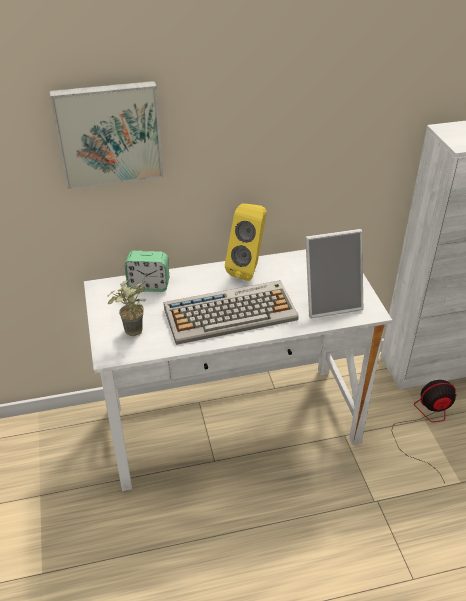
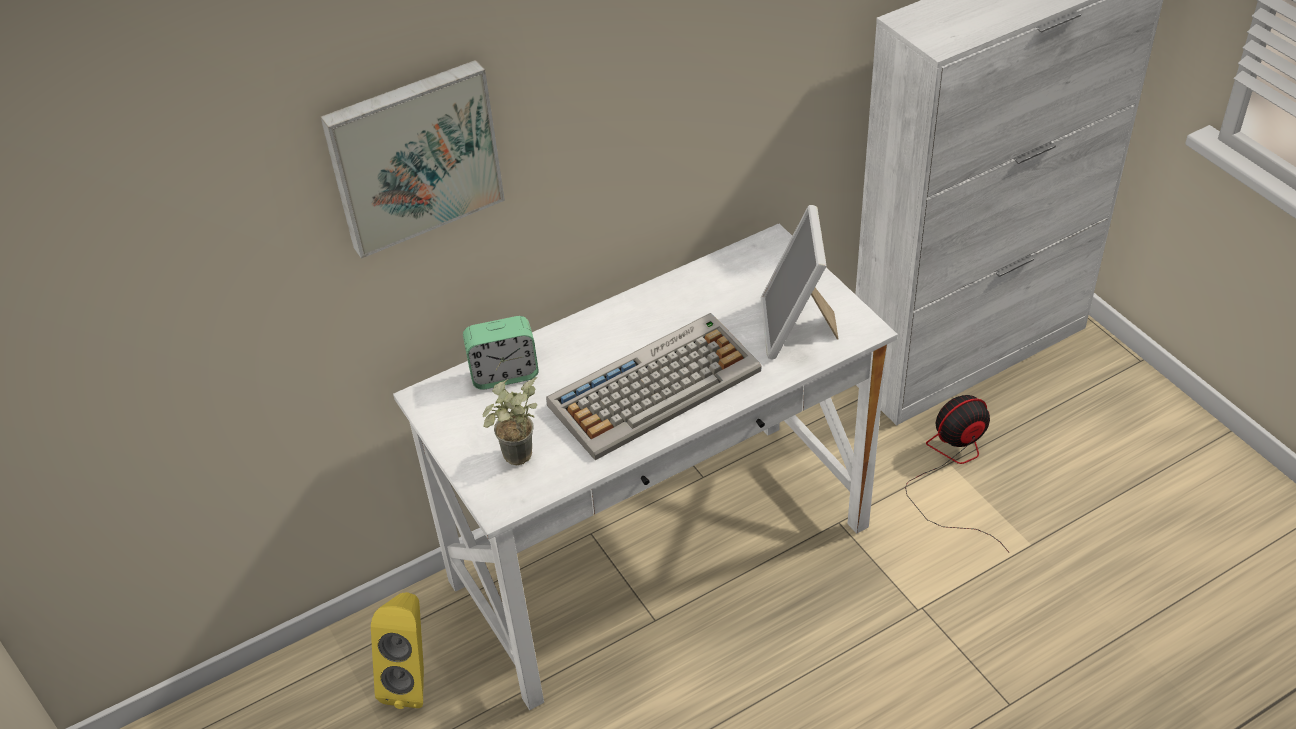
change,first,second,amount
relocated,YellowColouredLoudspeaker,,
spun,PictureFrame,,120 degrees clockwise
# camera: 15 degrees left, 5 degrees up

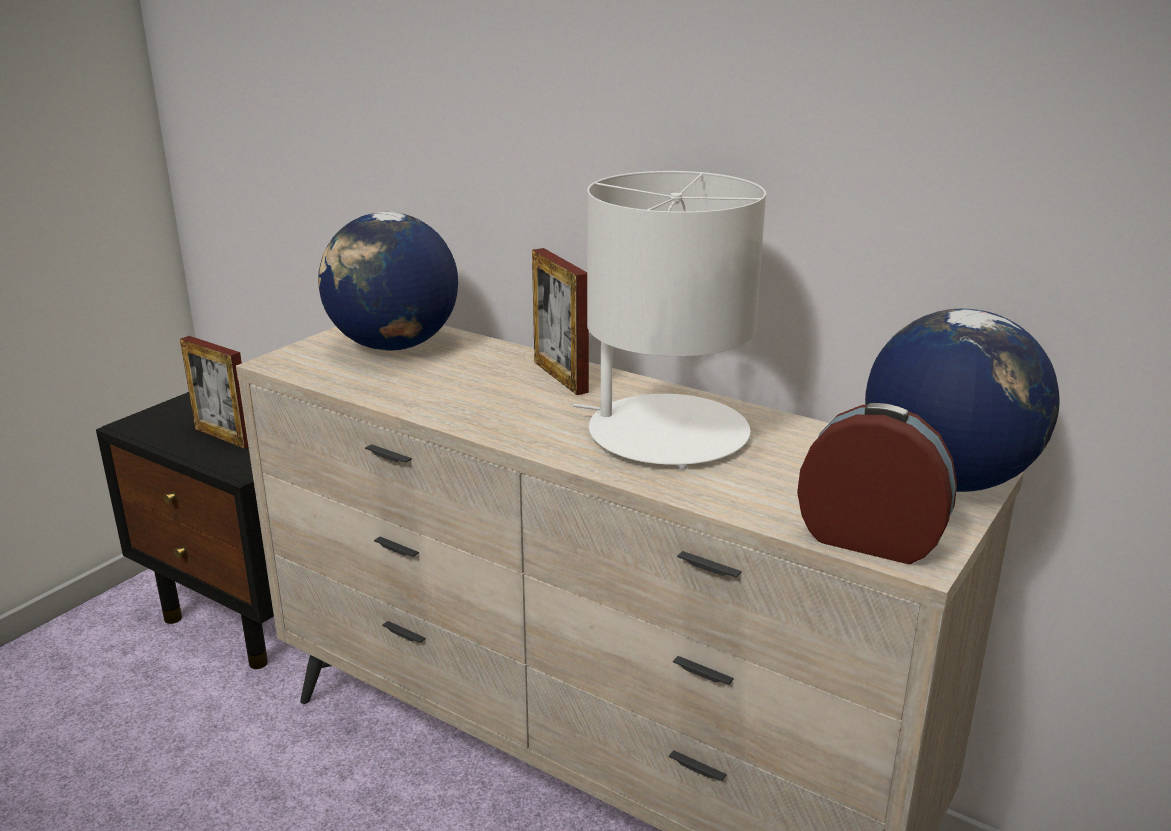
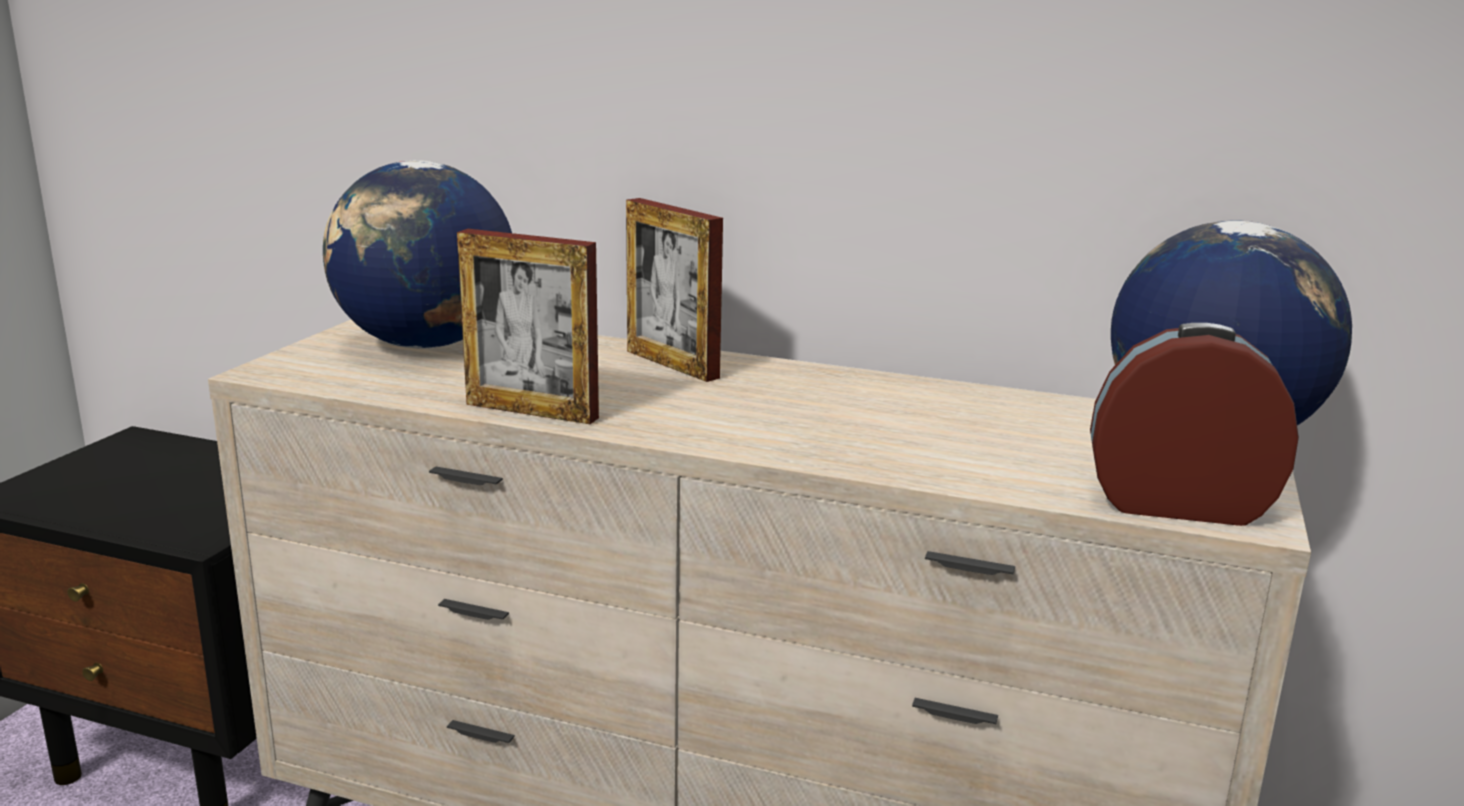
change,first,second,amount
relocated,PictureFrame (no. 1 from left),,
missing,WhiteColouredTabletopLamp,,
# camera: 15 degrees left, 5 degrees down

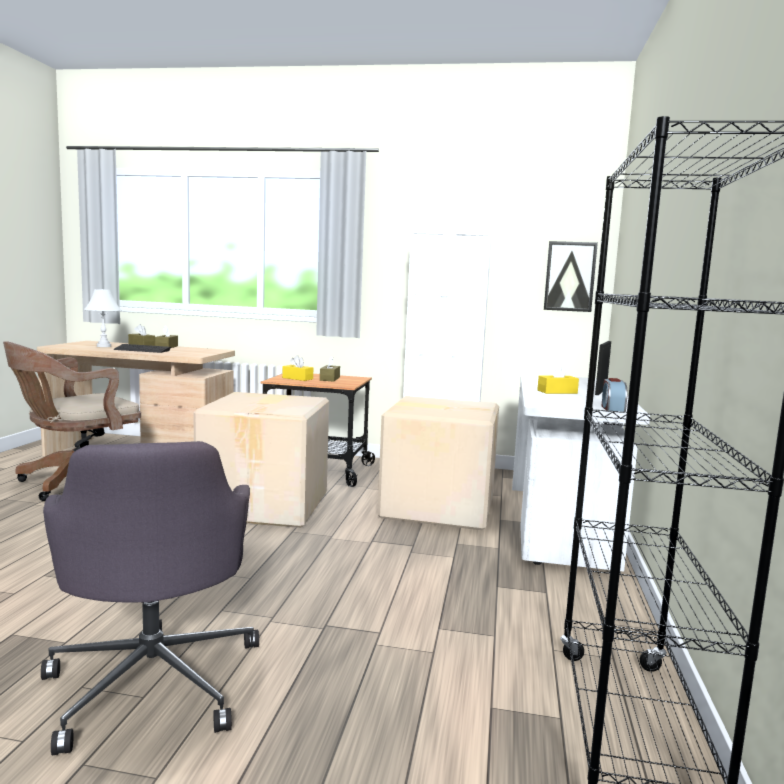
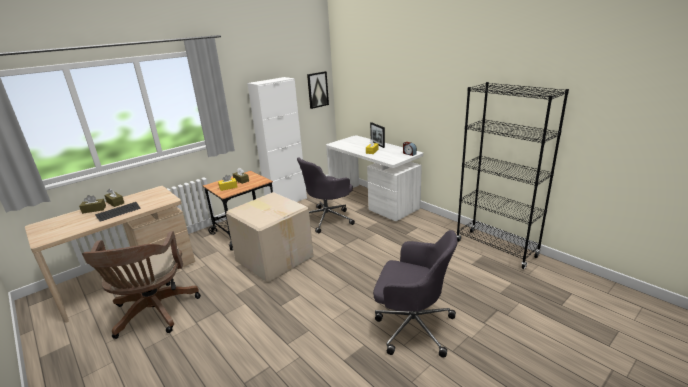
change,first,second,amount
missing,WhiteColouredTabletopLamp,,
exchanged,CardboardBox (no. 2 from left),GreyishComputerChair (no. 1 from left),
# camera: 50 degrees left, 15 degrees up

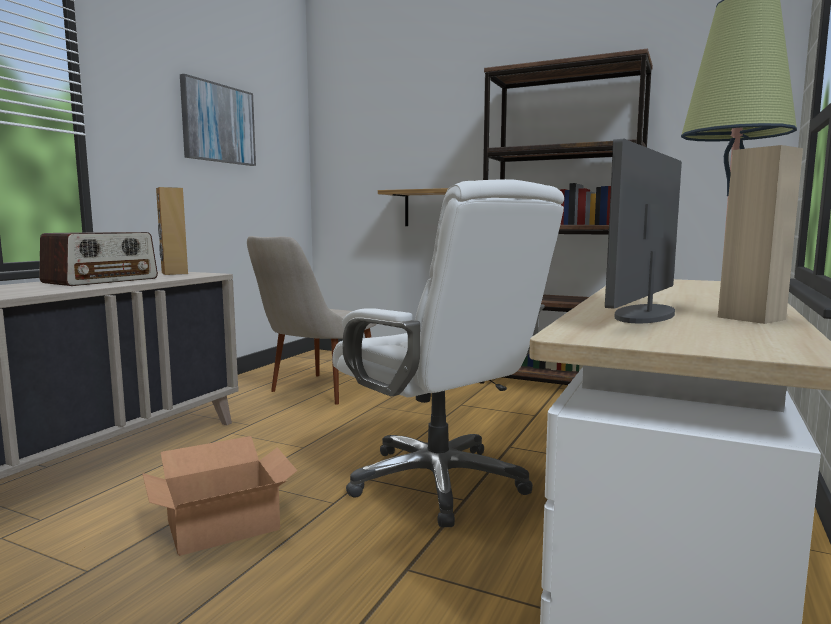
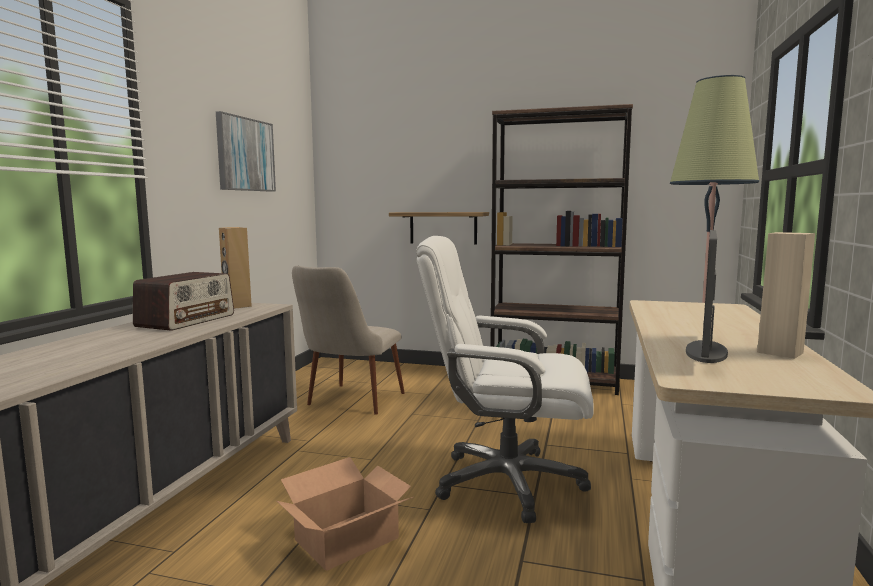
change,first,second,amount
spun,WhiteColouredComputerChair,,150 degrees clockwise
# camera: 10 degrees left, 0 degrees up

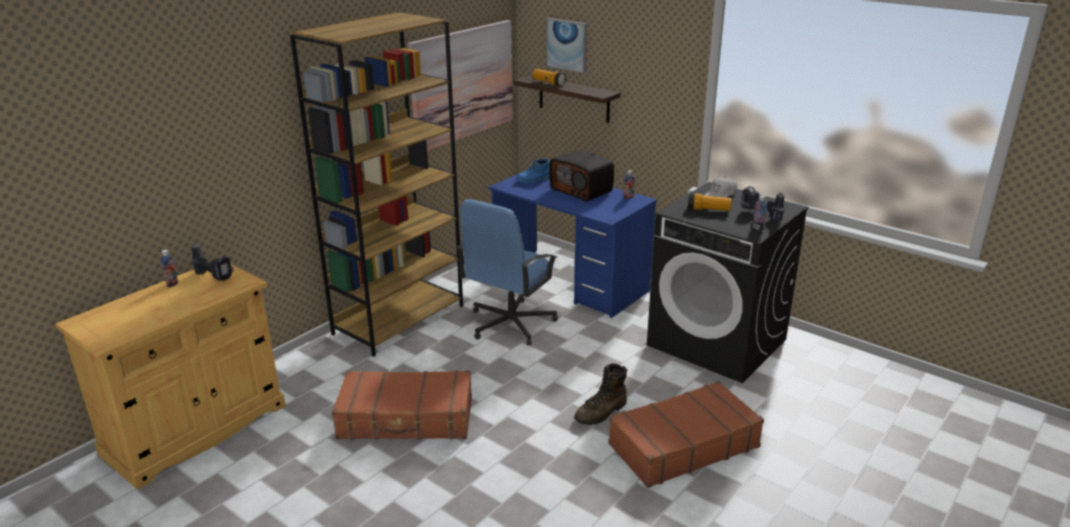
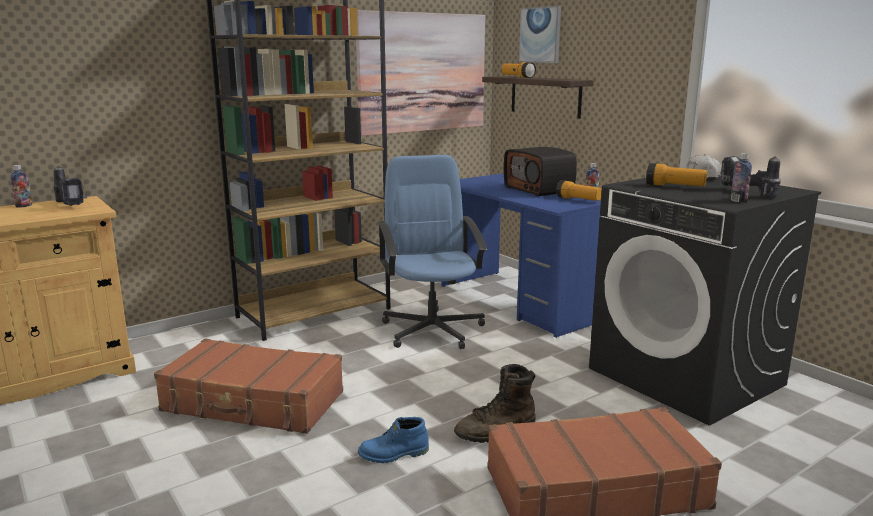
change,first,second,amount
spun,BluishComputerChair,,120 degrees clockwise
relocated,BluishTallBoot,,
appeared,,HandTorch (no. 2 from left),
# camera: 15 degrees right, 10 degrees down

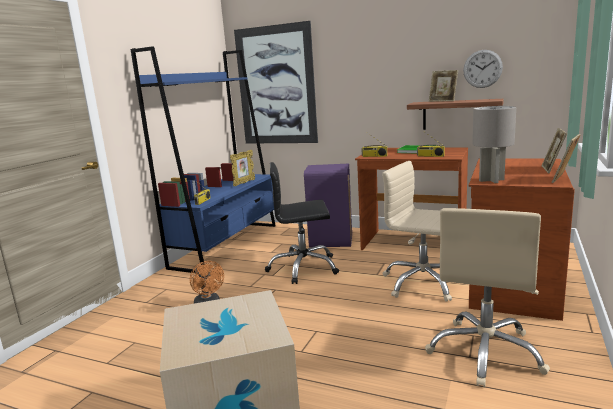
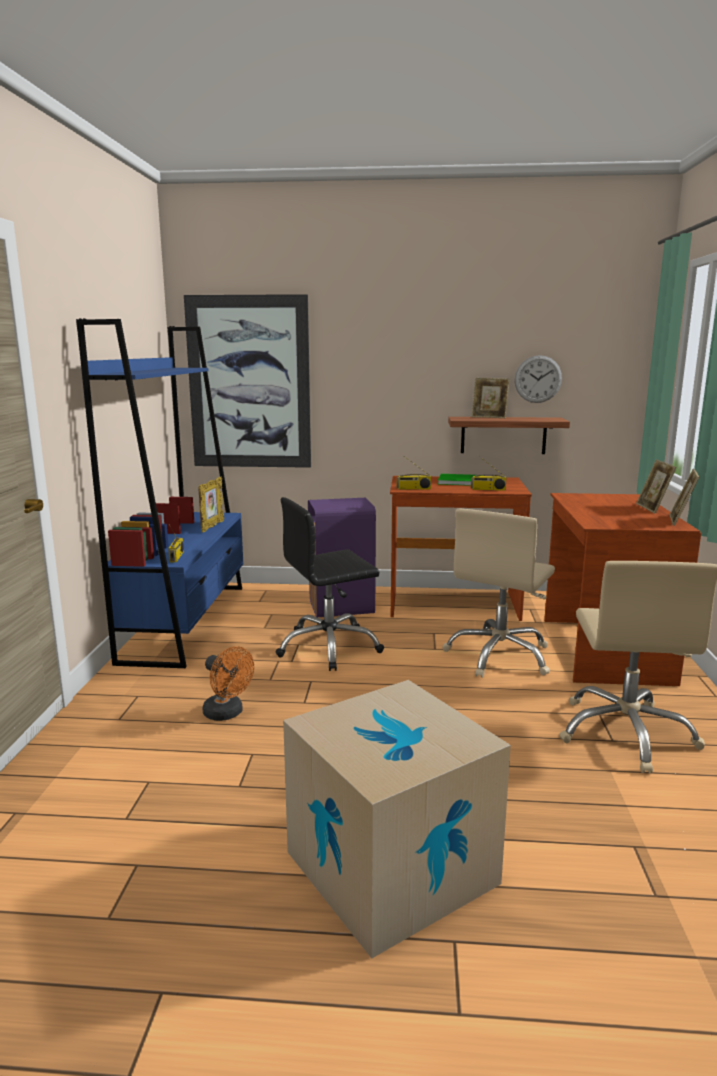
change,first,second,amount
spun,BeigeColouredComputerChair (no. 1 from left),,75 degrees counterclockwise
missing,GreyishTabletopLamp,,
# camera: 20 degrees left, 0 degrees up

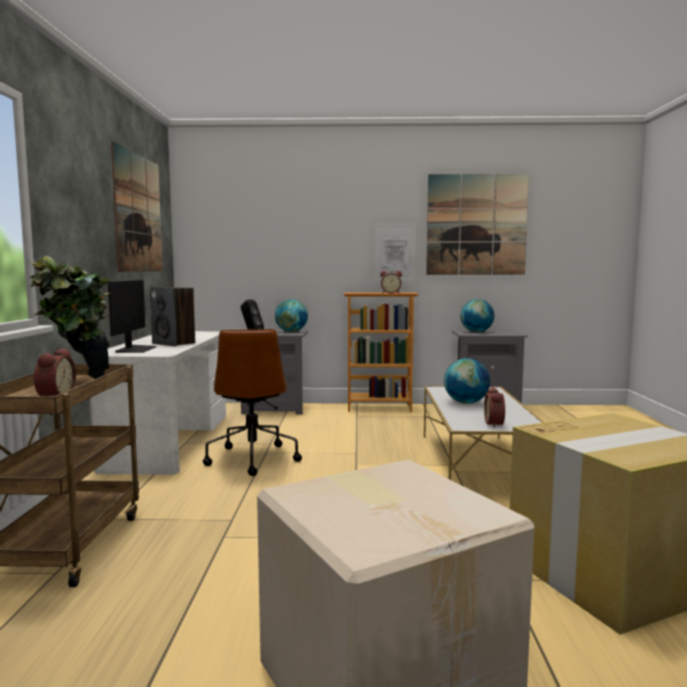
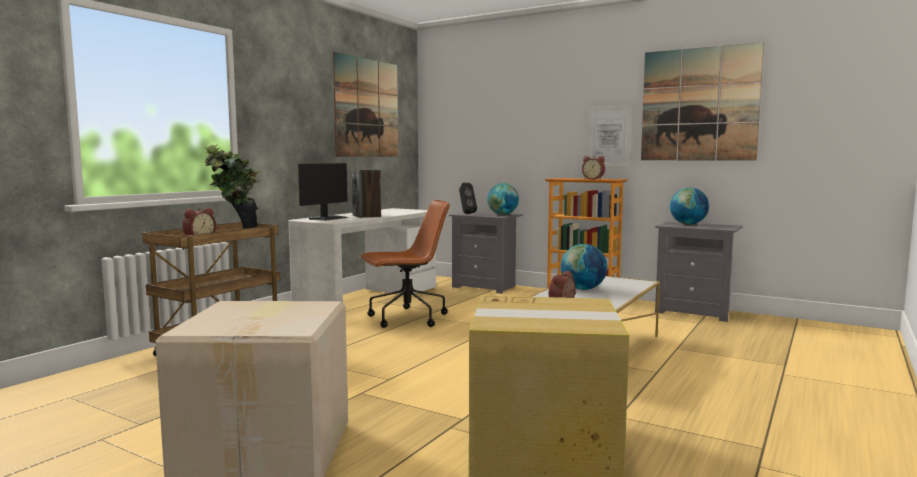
change,first,second,amount
spun,BrownColouredComputerChair,,135 degrees counterclockwise
# camera: 30 degrees right, 0 degrees up

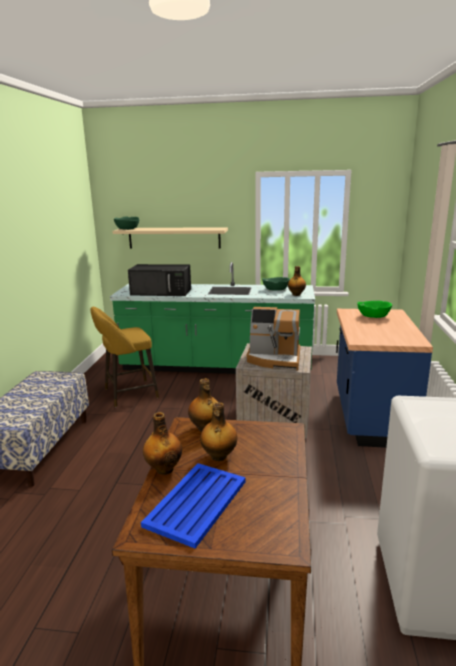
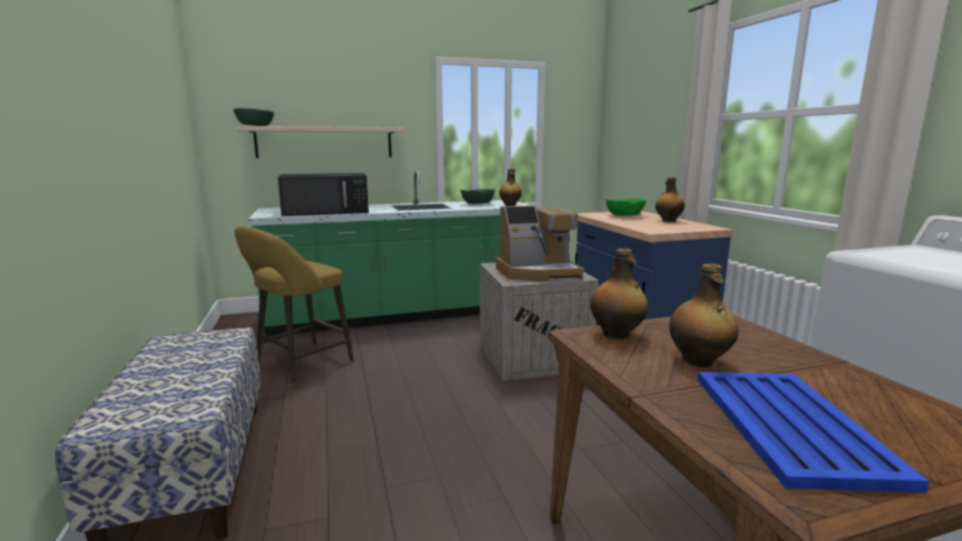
change,first,second,amount
relocated,BeverageBottle (no. 1 from left in the first image),BeverageBottle (no. 3 from left),
# camera: 25 degrees left, 5 degrees down

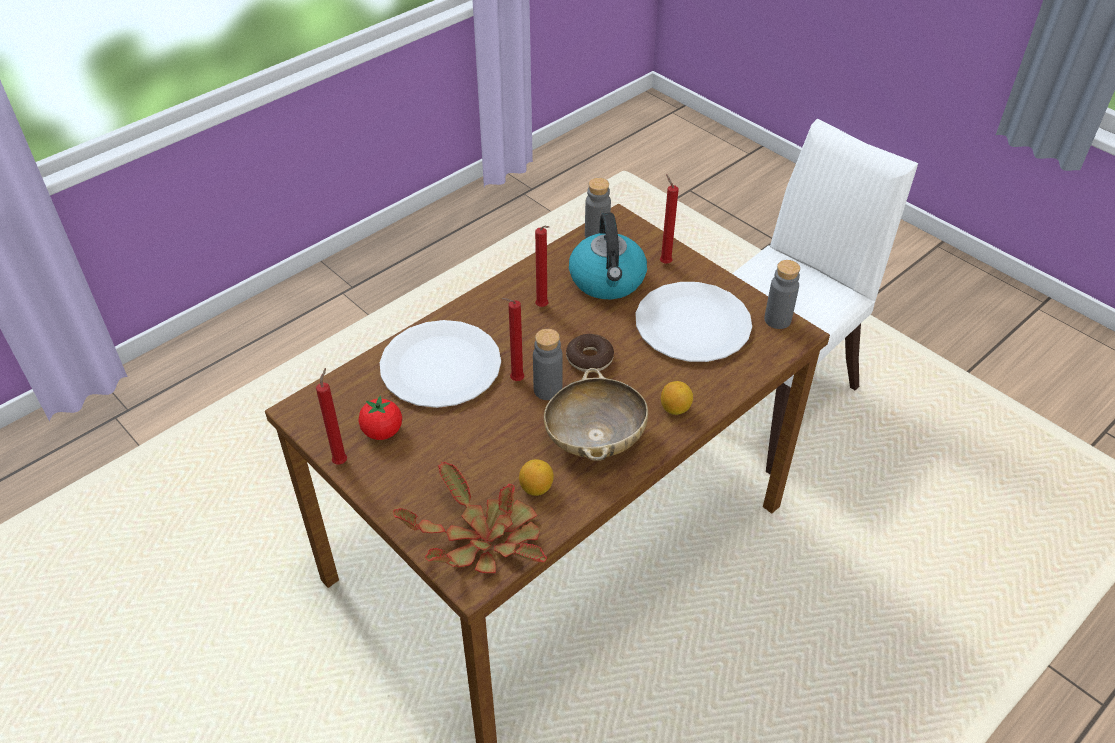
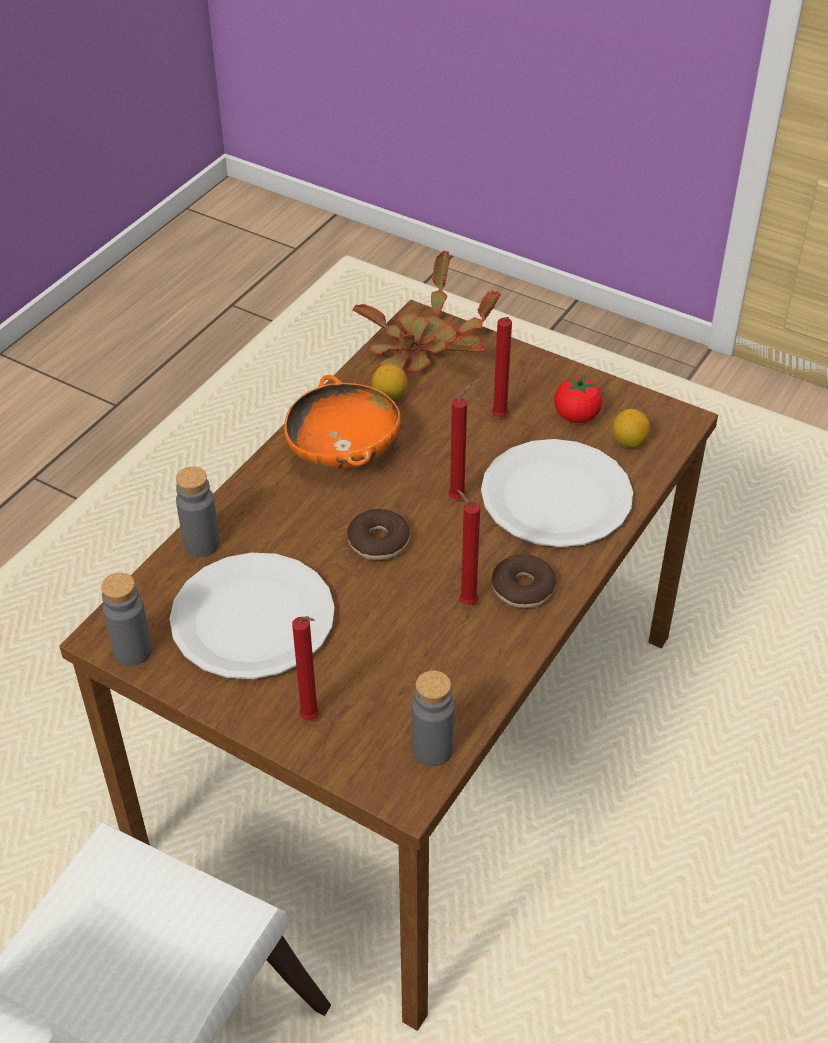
change,first,second,amount
relocated,RedColouredWaxCandle (no. 1 from left in the first image),RedColouredWaxCandle (no. 4 from left),
relocated,GreyishBeverageBottle (no. 1 from left in the first image),GreyishBeverageBottle (no. 2 from left),
colour,BeigeColouredDeepDish,OrangeColouredDeepDish,
missing,WaterKettle,,
relocated,Lemon (no. 2 from left),,
appeared,,Doughnut (no. 2 from left),
# camera: 165 degrees right, 0 degrees up

